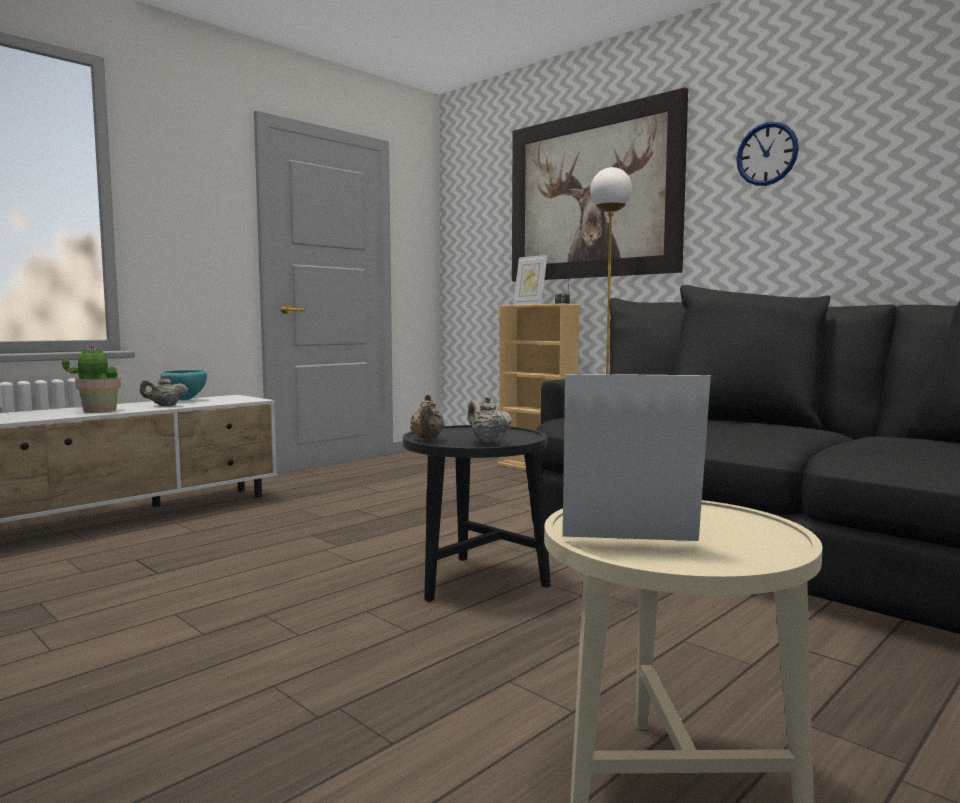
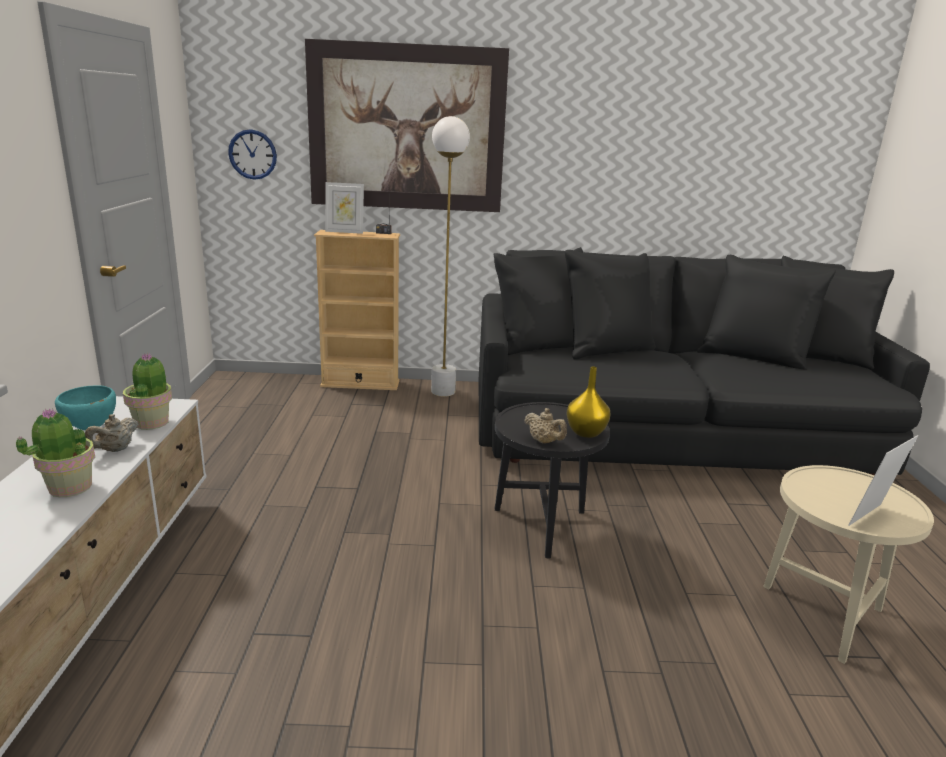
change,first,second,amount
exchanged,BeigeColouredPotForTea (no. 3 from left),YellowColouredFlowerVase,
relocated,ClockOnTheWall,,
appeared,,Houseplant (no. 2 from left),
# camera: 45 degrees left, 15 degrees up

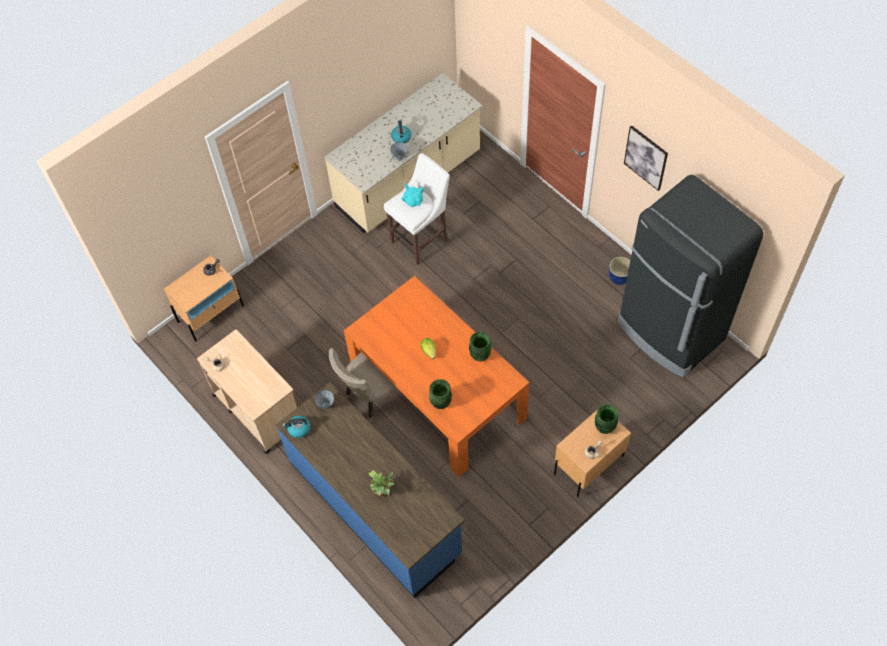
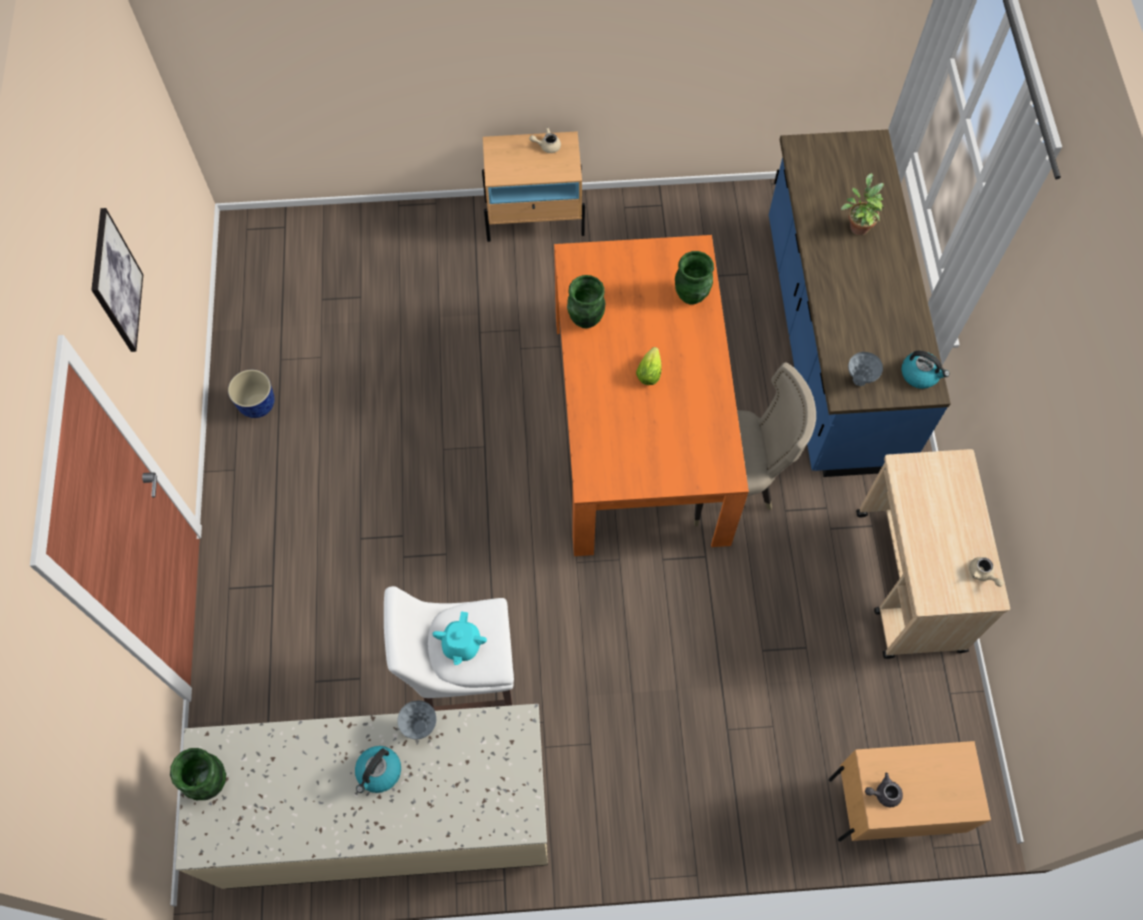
change,first,second,amount
relocated,GreenFlowerVase (no. 3 from left in the first image),GreenFlowerVase (no. 1 from left),
missing,BlackishKitchenFridge,,
# camera: 145 degrees left, 5 degrees up

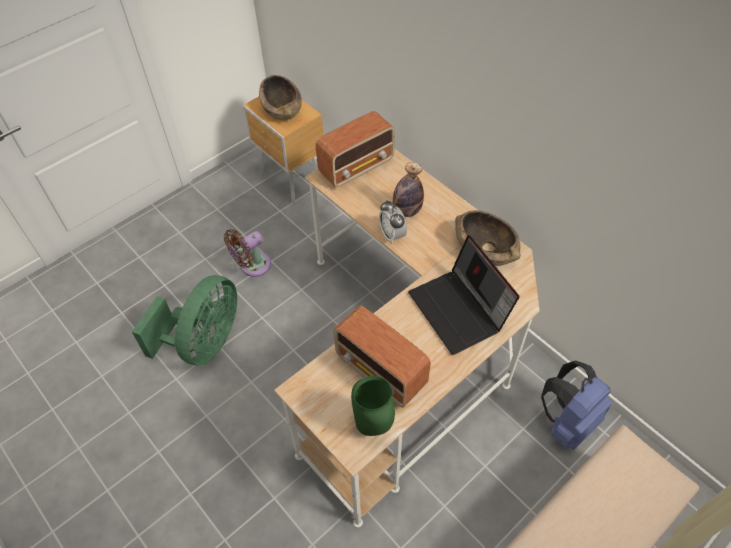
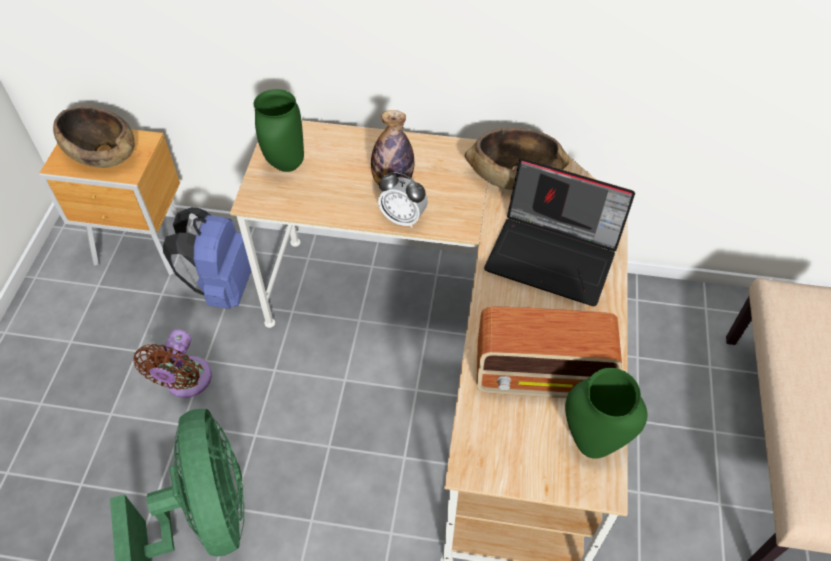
change,first,second,amount
exchanged,RadioSet (no. 1 from left),GreenFlowerVase (no. 1 from left),
relocated,BluishRucksack,,
# camera: 40 degrees left, 0 degrees up

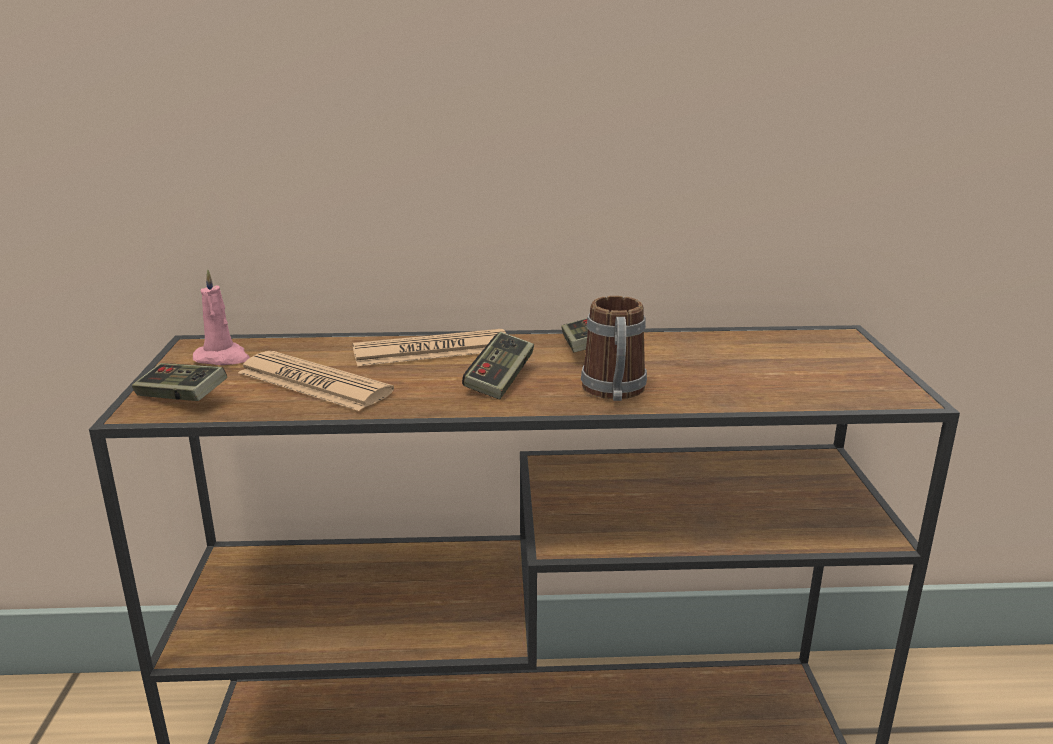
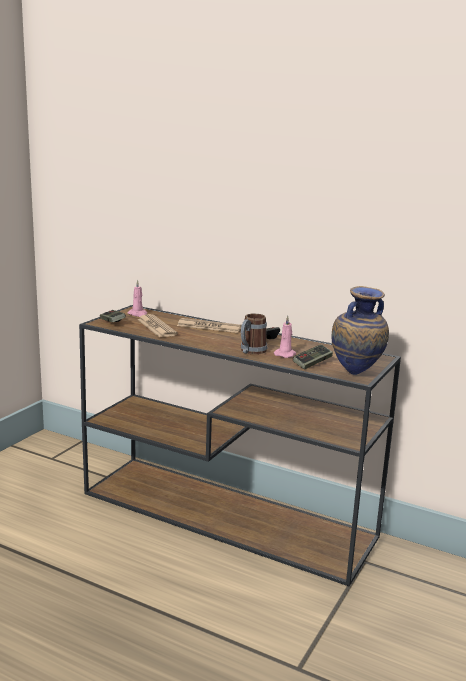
change,first,second,amount
relocated,GameController (no. 2 from left in the first image),GameController (no. 3 from left),
appeared,,PinkWaxCandle (no. 2 from left),
appeared,,FlowerVase,
# camera: 30 degrees right, 5 degrees down

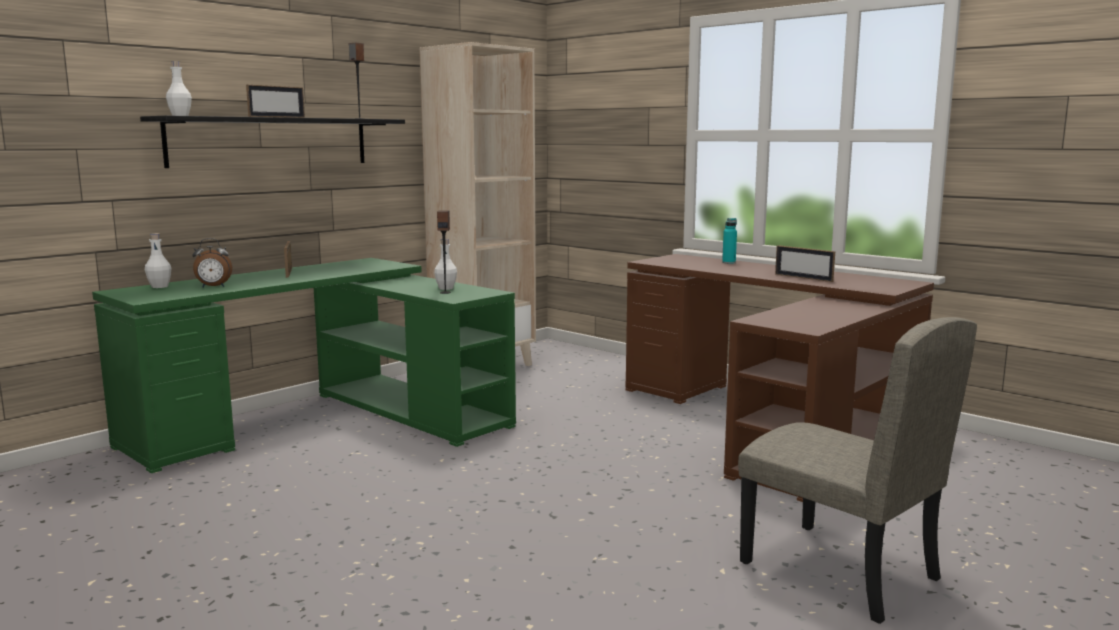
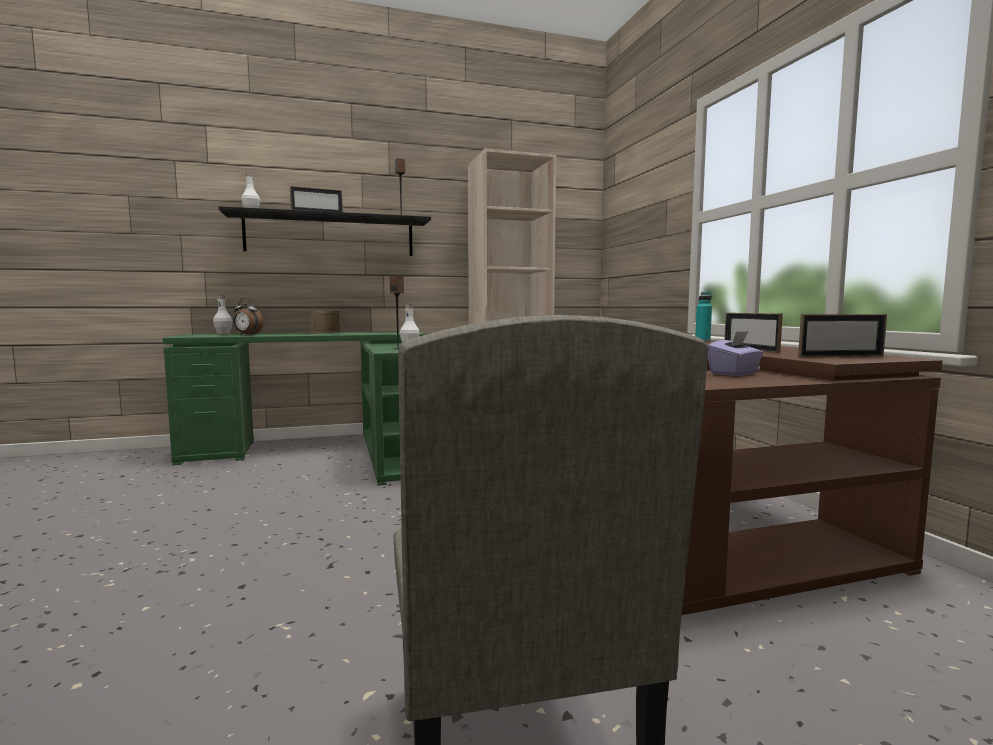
change,first,second,amount
appeared,,PurplishTissueBox,
appeared,,PictureFrame (no. 4 from left),
# camera: 30 degrees right, 5 degrees down

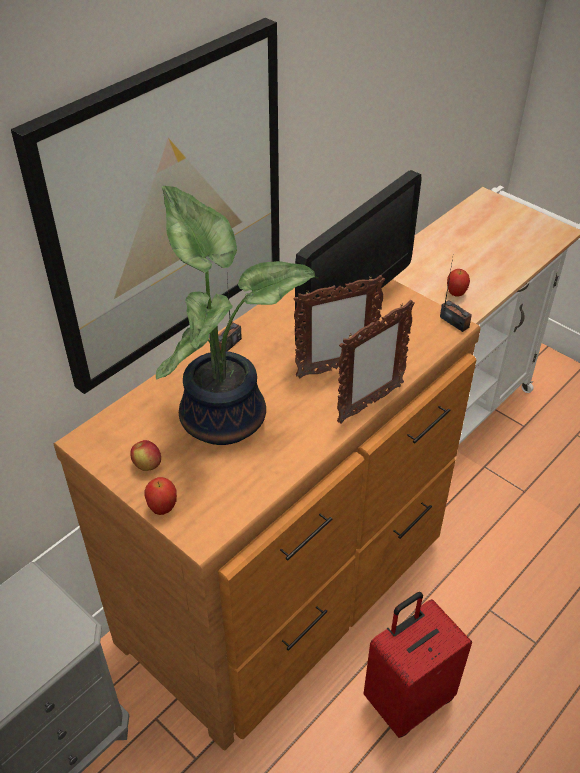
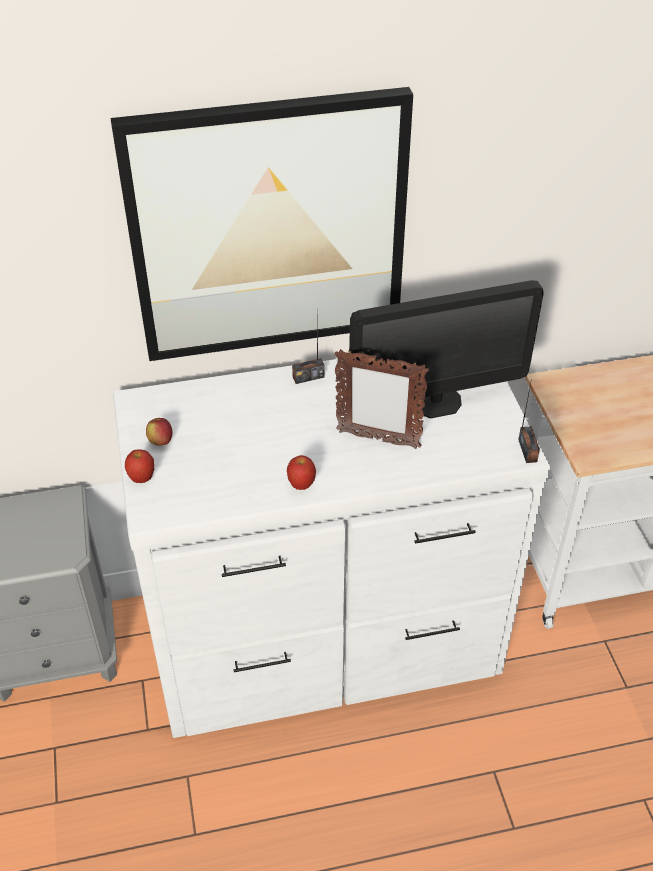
change,first,second,amount
colour,BrownColouredChestOfDrawers,WhiteColouredChestOfDrawers,
missing,Houseplant,,
missing,PictureFrame (no. 2 from left),,
missing,RedColouredTravelCase,,
relocated,Apple (no. 3 from left),,
# camera: 35 degrees right, 0 degrees up

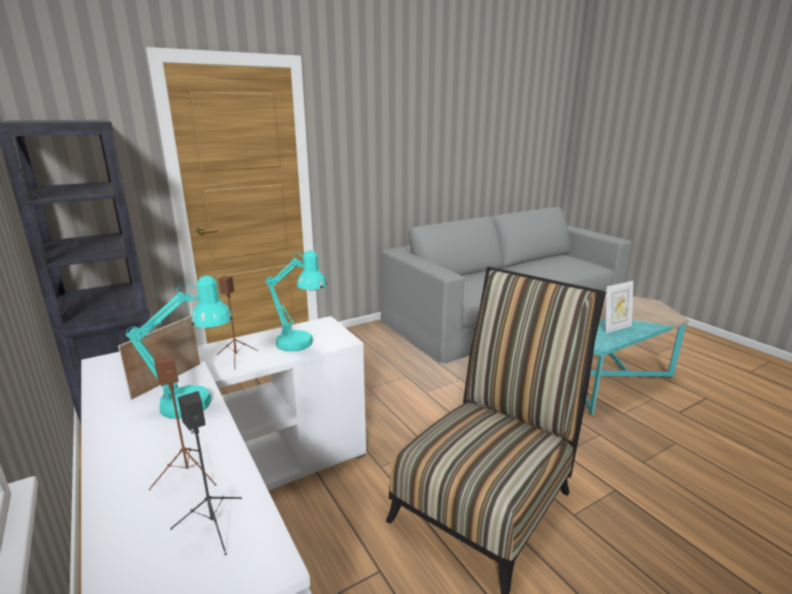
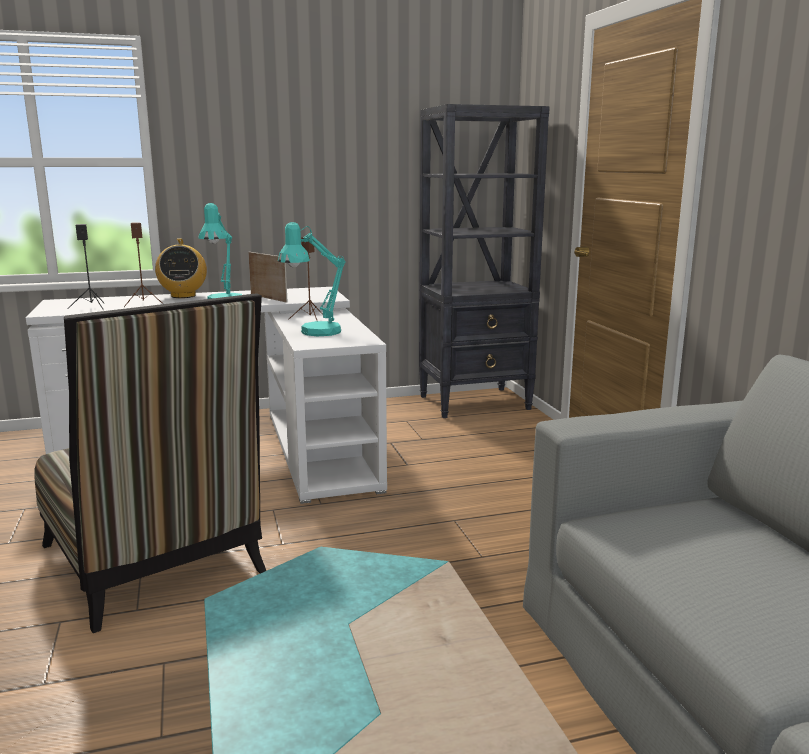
change,first,second,amount
missing,PictureFrame (no. 2 from left),,
appeared,,RadioSet,
# camera: 105 degrees right, 5 degrees down

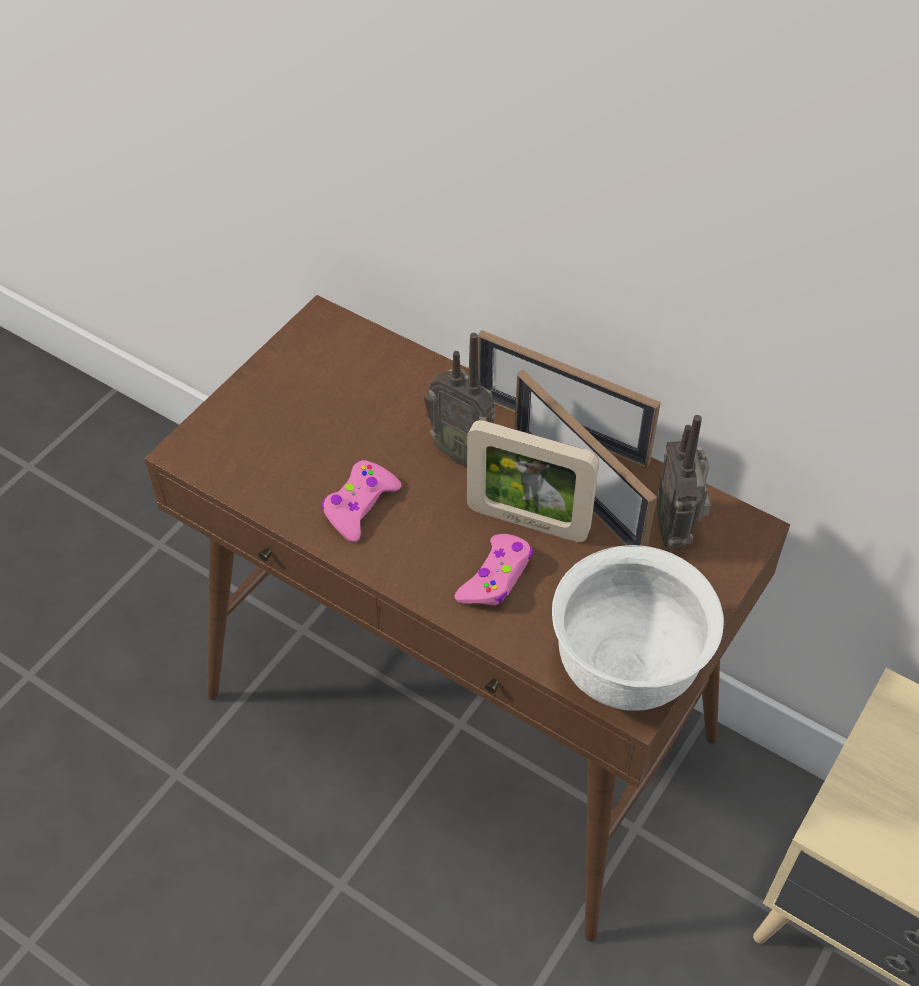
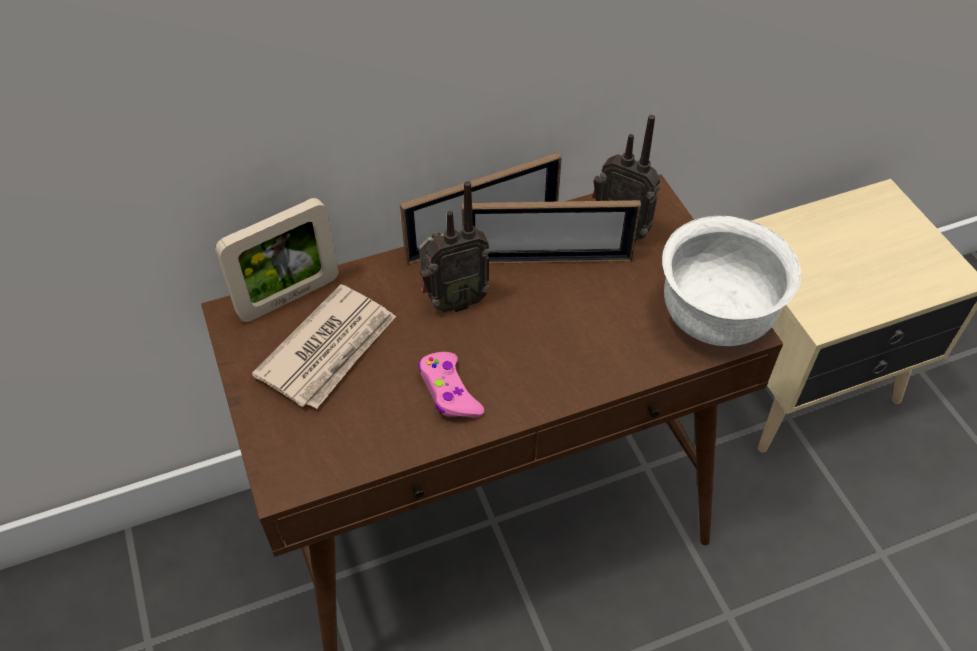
change,first,second,amount
missing,PinkGameController (no. 2 from left),,
relocated,PictureFrame (no. 1 from left),,
appeared,,Newspaper,
# camera: 55 degrees left, 0 degrees up

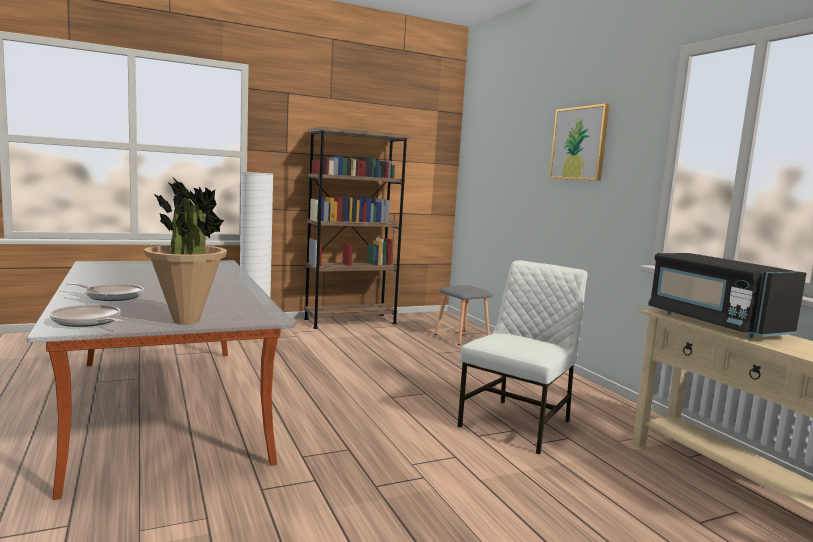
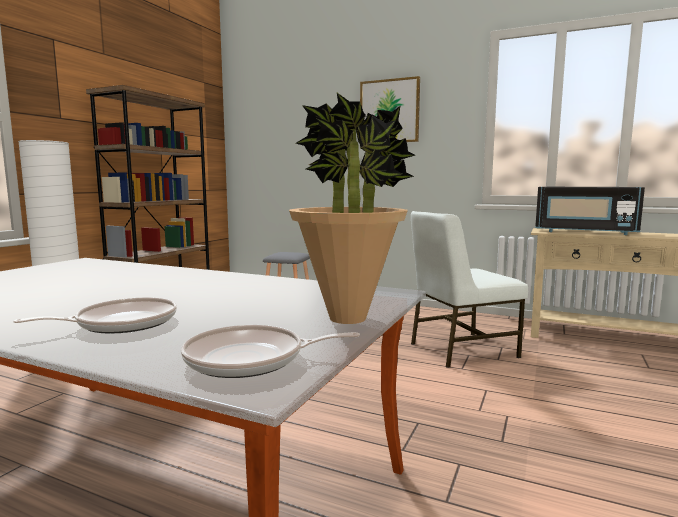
change,first,second,amount
spun,WhiteColouredUprightChair,,105 degrees counterclockwise
# camera: 40 degrees left, 0 degrees up

